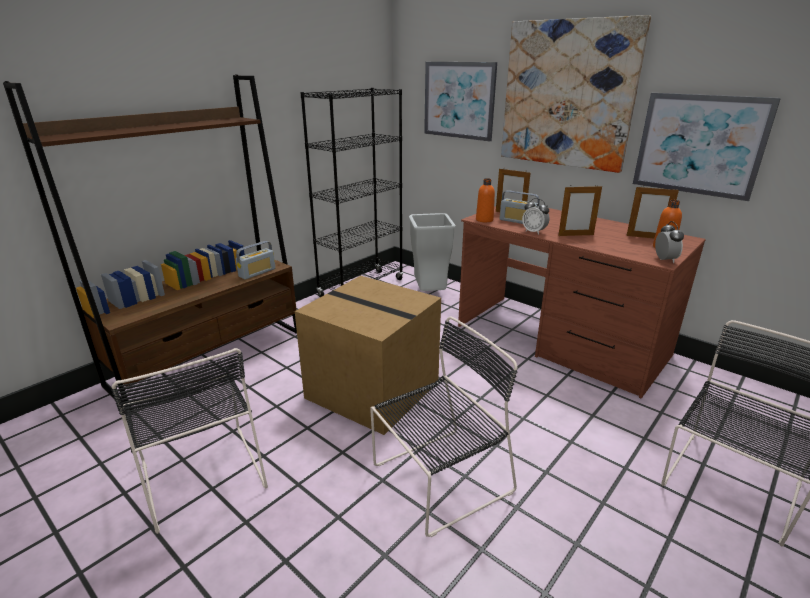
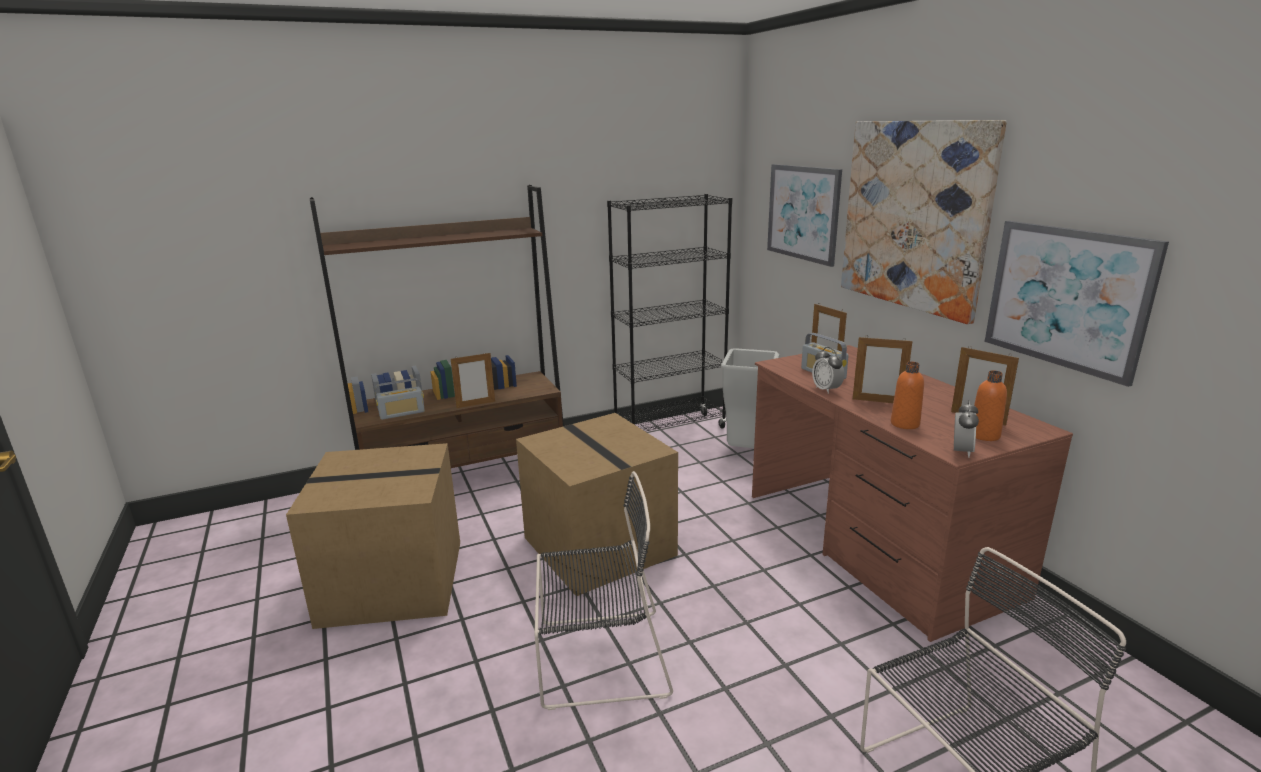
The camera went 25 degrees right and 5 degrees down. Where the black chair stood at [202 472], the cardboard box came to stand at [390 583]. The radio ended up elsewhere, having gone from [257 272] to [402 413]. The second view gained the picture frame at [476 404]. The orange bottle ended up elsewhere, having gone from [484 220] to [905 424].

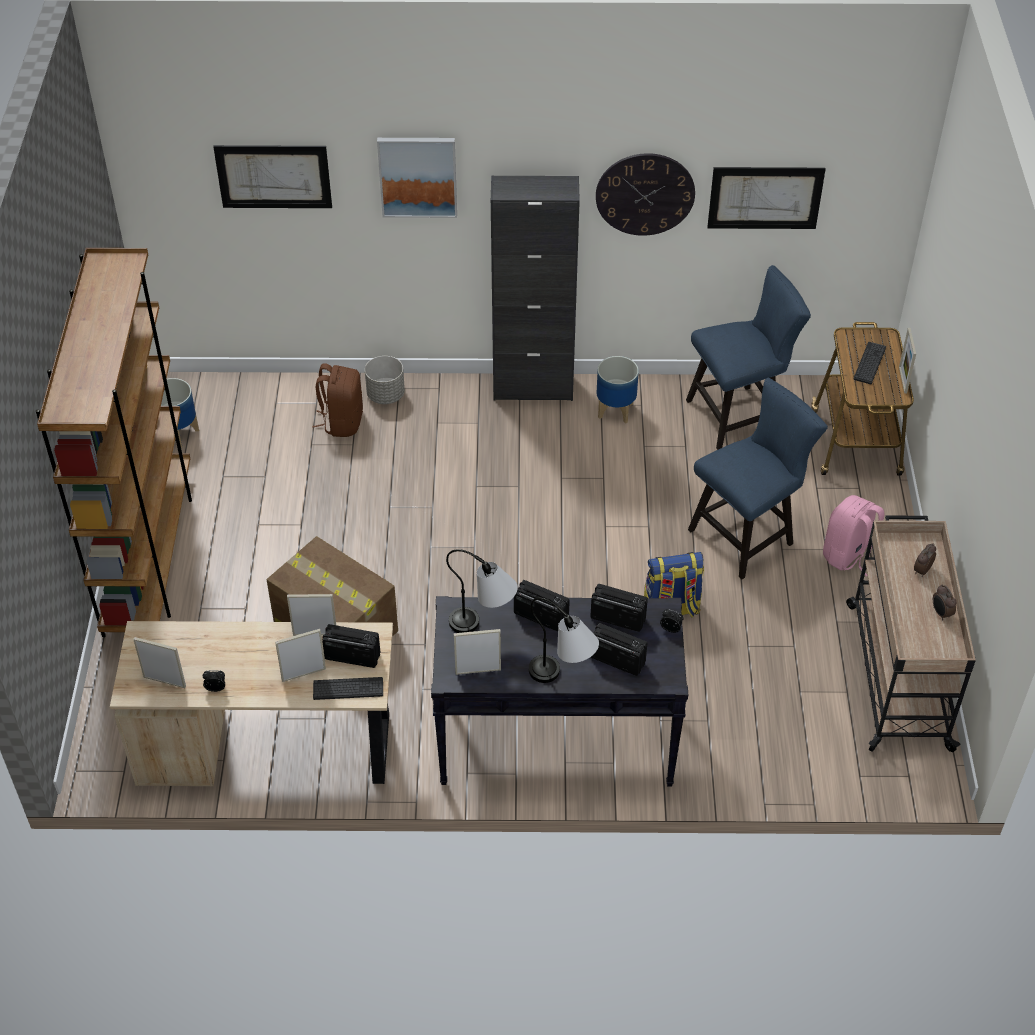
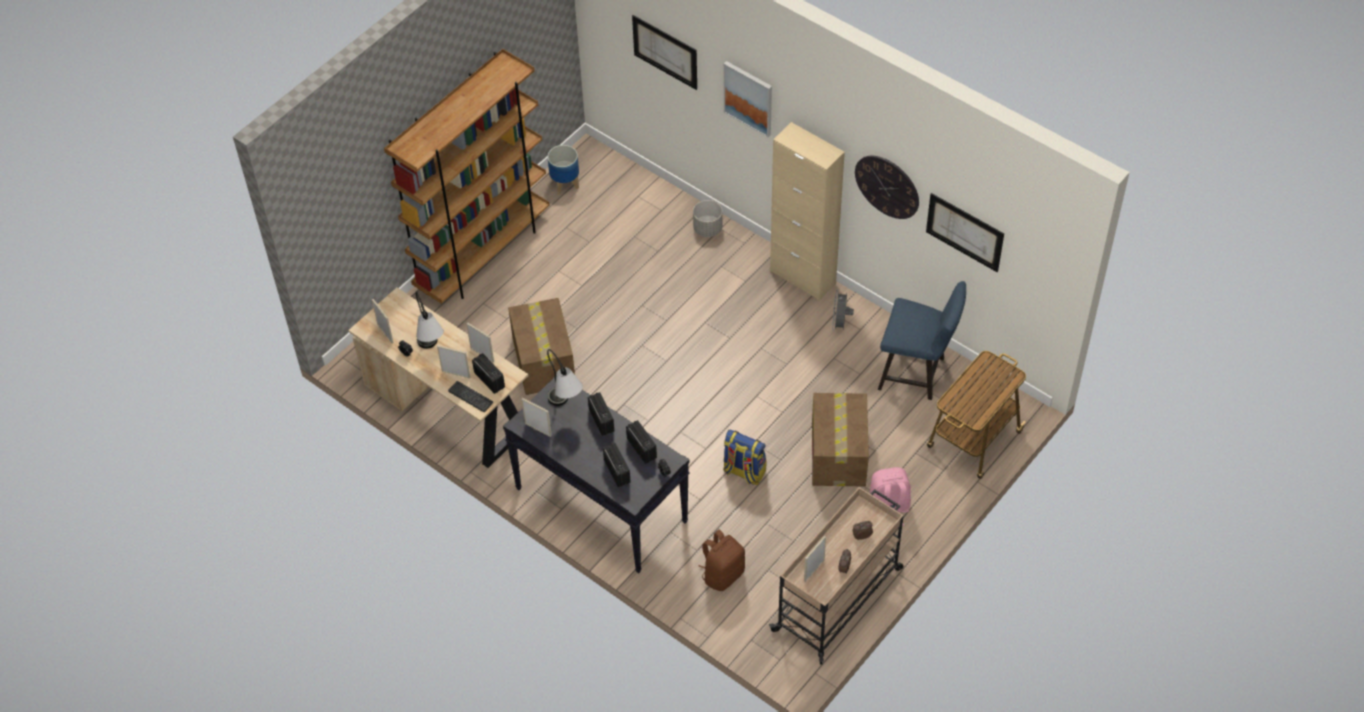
The camera went 40 degrees right and 5 degrees up. The table lamp ended up elsewhere, having gone from [563 679] to [431 351]. The brown backpack ended up elsewhere, having gone from [342 422] to [722 574]. What was the black cabinet at [533 388] turned into the beige cabinet at [802 277]. The picture frame ended up elsewhere, having gone from [902 380] to [814 570]. Where the blue chair stood at [747 535], the cardboard box came to stand at [838 455]. Where the planter stood at [616 411], the grey fan came to stand at [840 324]. The second view lost the keyboard at [869 363].

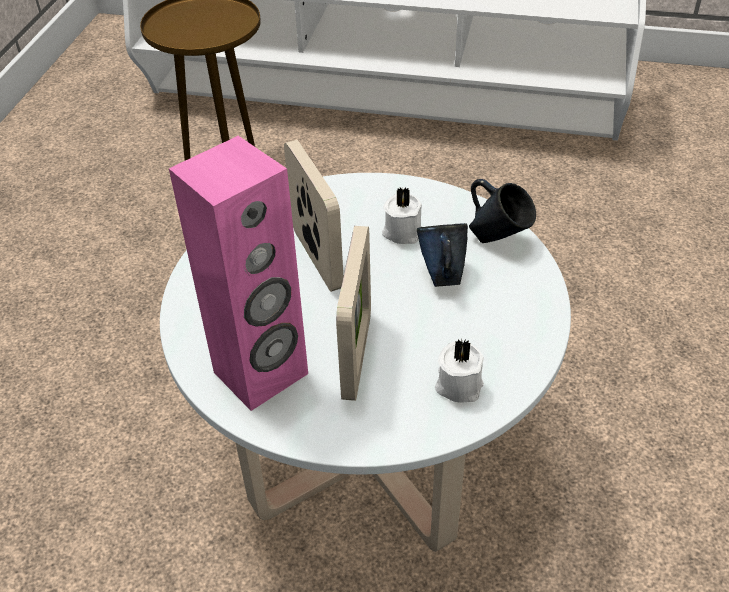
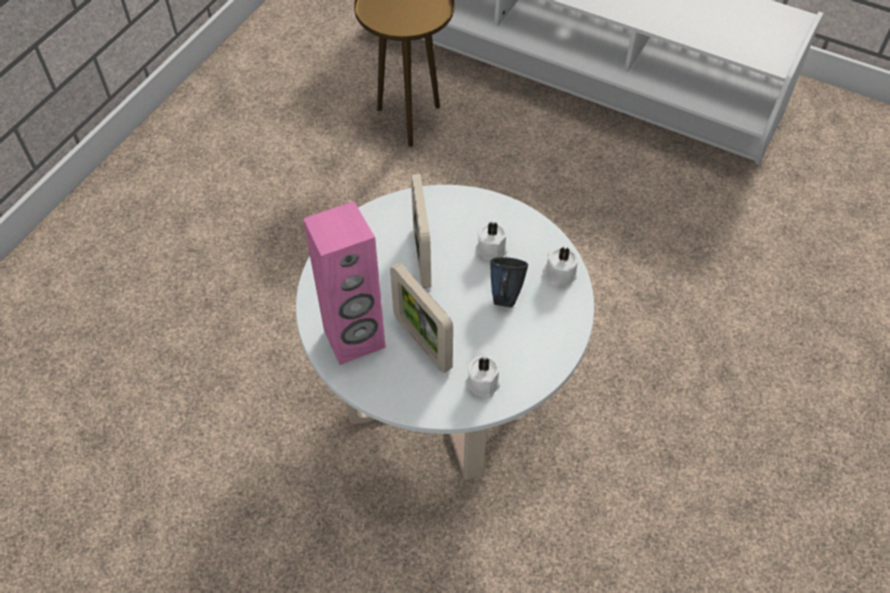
The camera went 15 degrees right and 10 degrees up. The picture frame at [357 356] ended up facing another way, 120 degrees clockwise from before. Where the blue mug stood at [498 240], the white candle came to stand at [559 274].

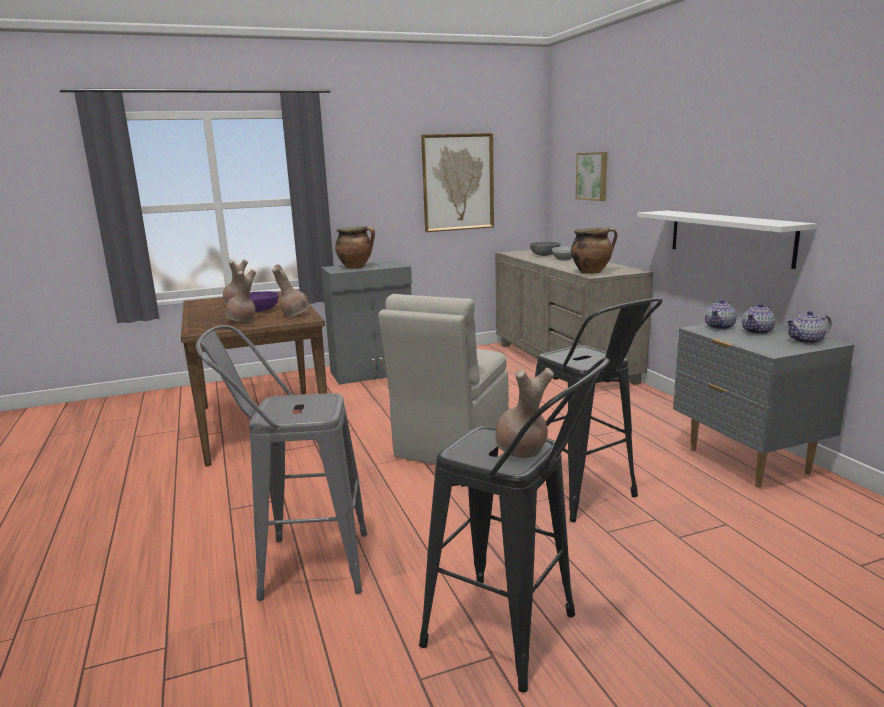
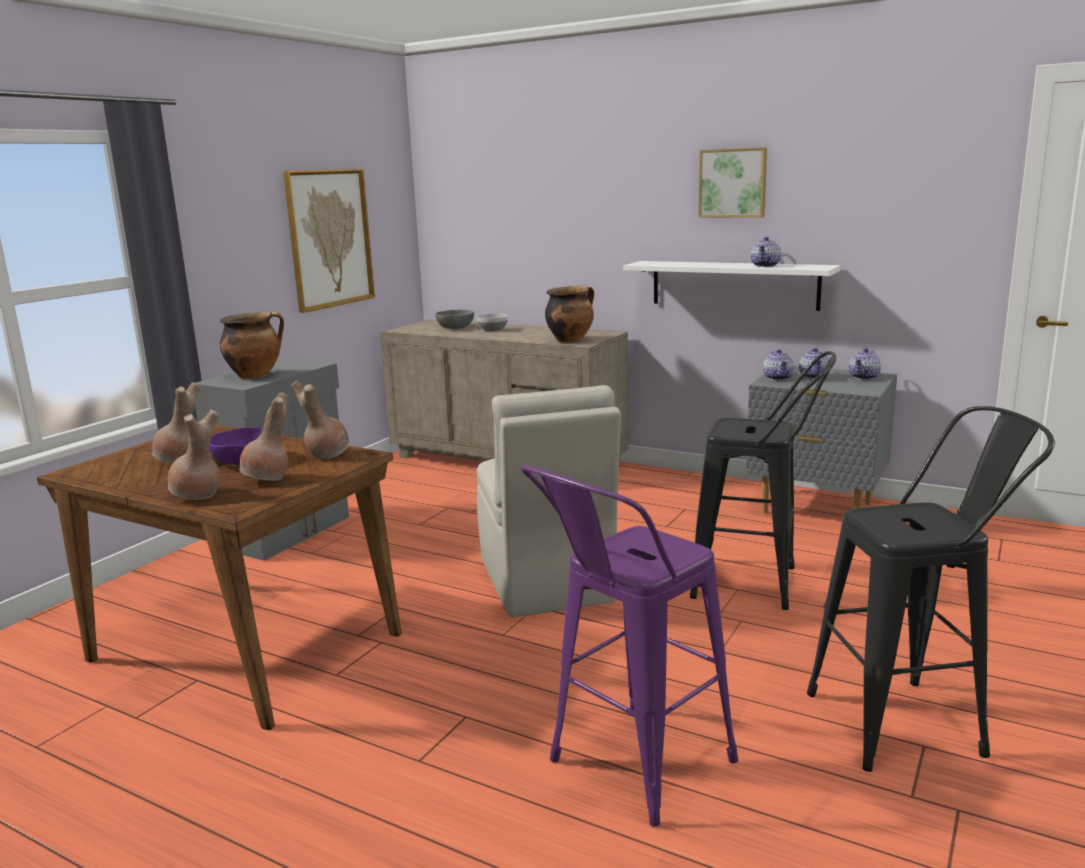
The camera went 40 degrees left and 0 degrees up. The brown vase ended up elsewhere, having gone from [521 452] to [197 496]. What was the grey stool at [301 565] turned into the purple stool at [629 770]. The picture ended up elsewhere, having gone from [593 176] to [733 183]. The second view gained the teapot at [765 266].

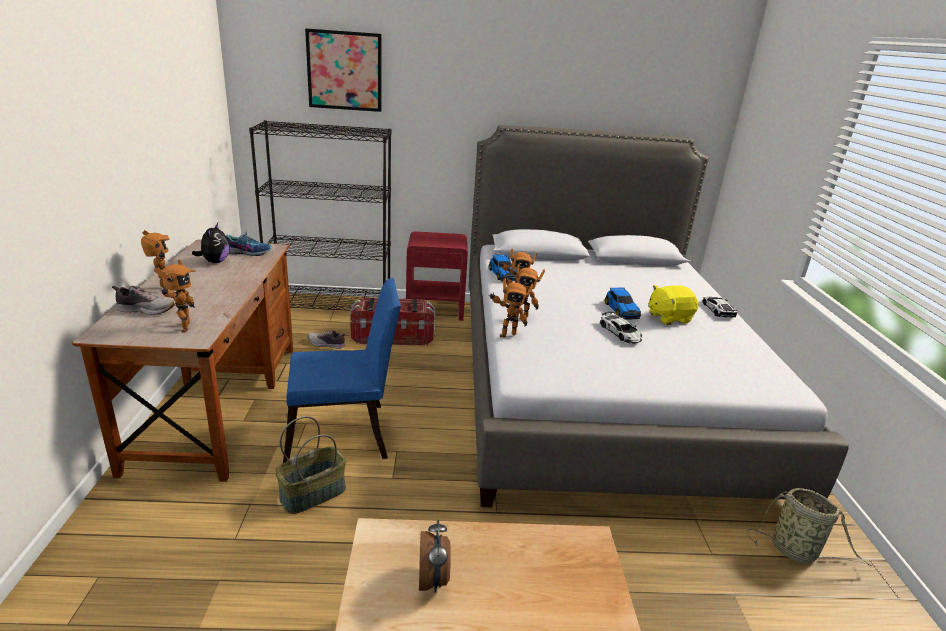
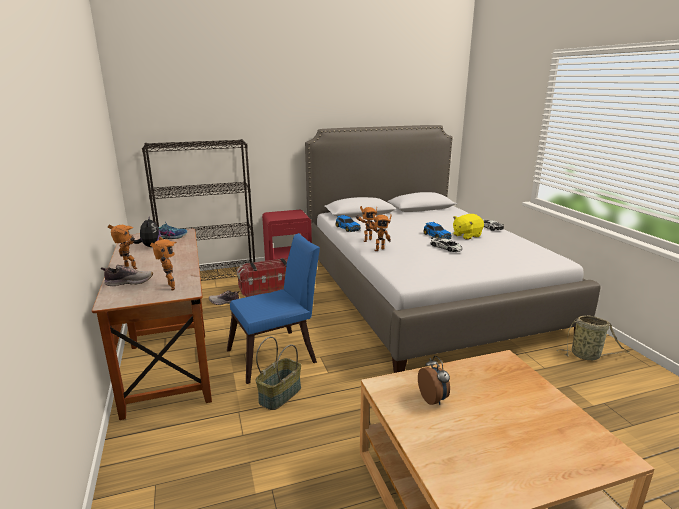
The camera went 15 degrees left and 5 degrees down. The second view lost the picture at [345 70]. The second view lost the toy robot at [506 334].

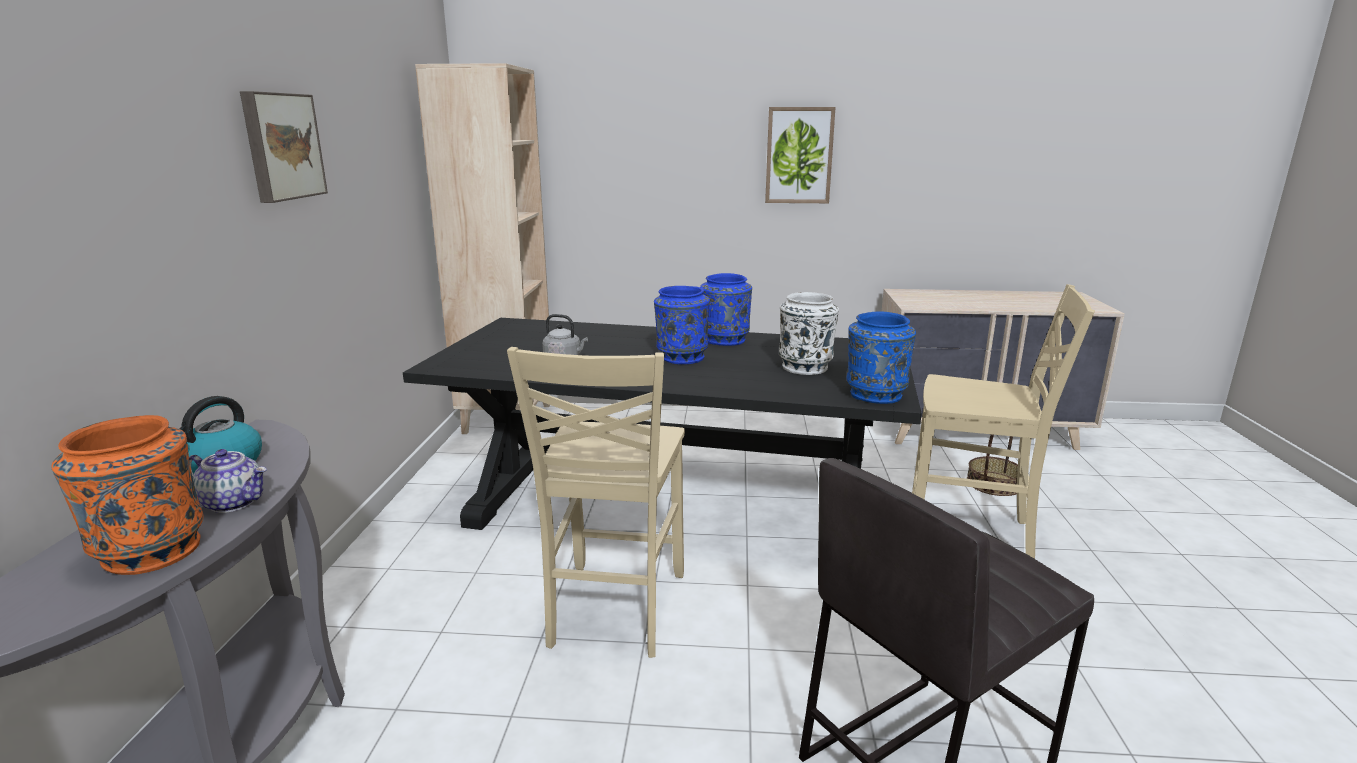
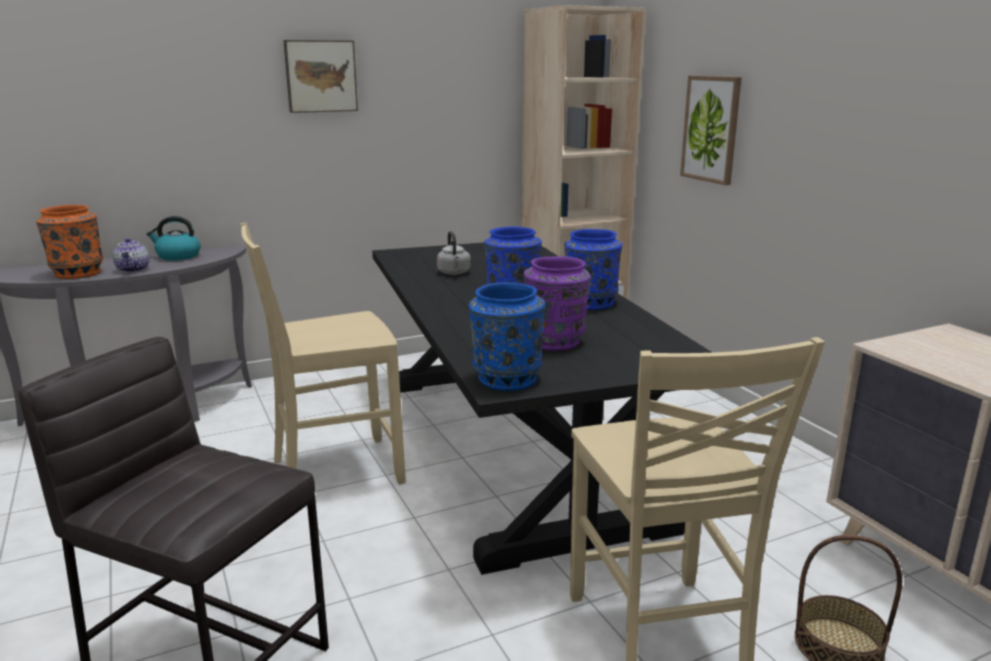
The camera went 60 degrees right and 0 degrees up. What was the white vase at [805 367] turned into the purple vase at [555 341]. The picture ended up elsewhere, having gone from [799 155] to [711 129].

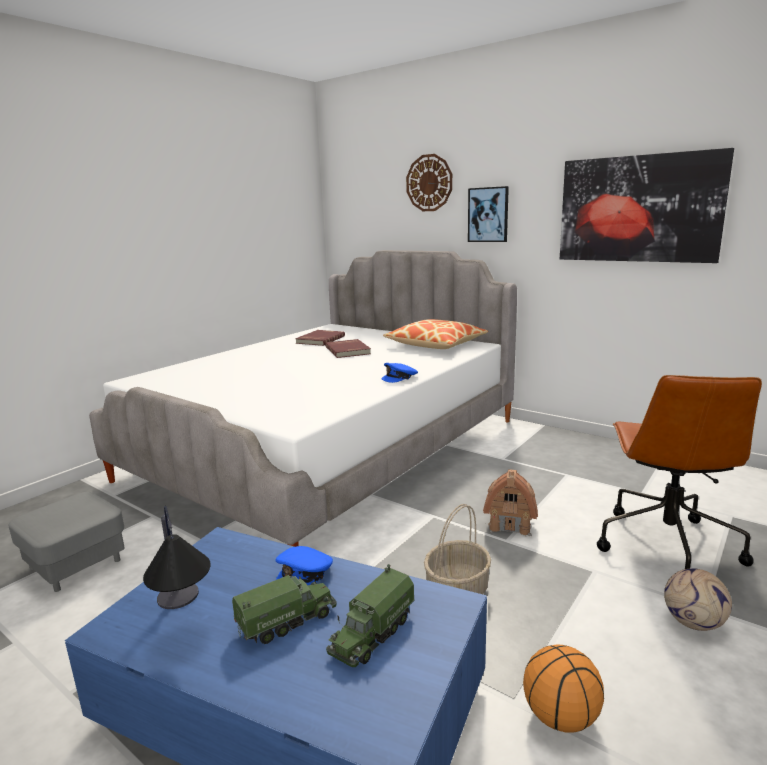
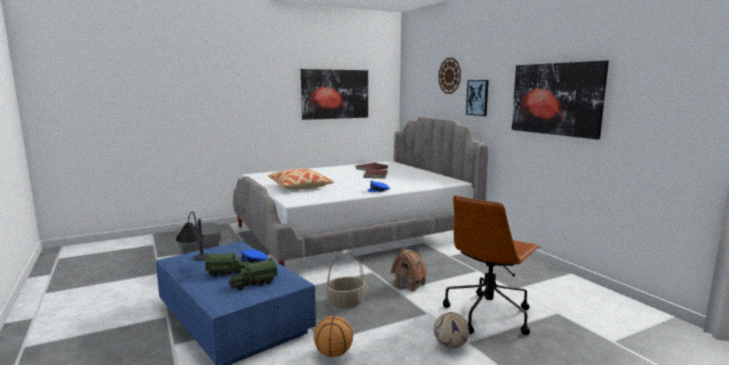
The camera went 25 degrees right and 5 degrees down. The pillow ended up elsewhere, having gone from [436 345] to [300 186]. The second view gained the picture at [335 94].

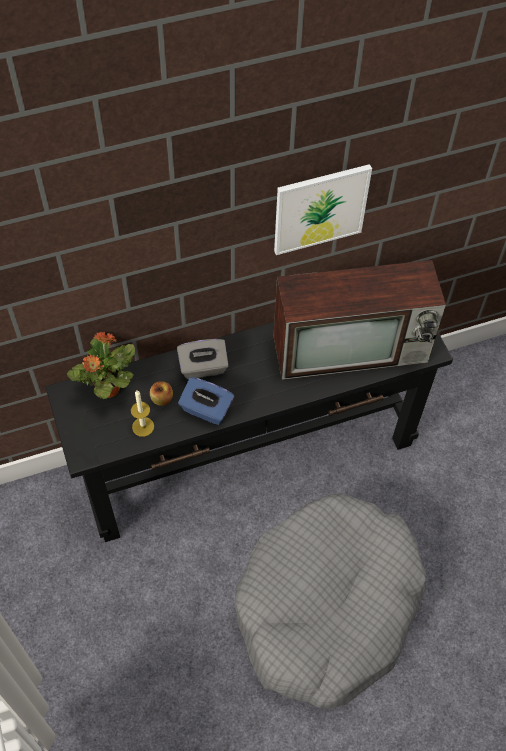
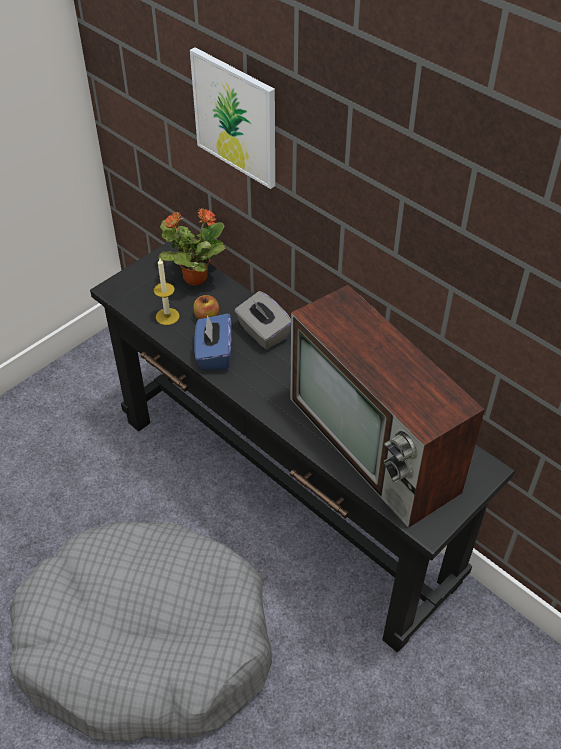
The camera went 65 degrees right and 10 degrees down. The picture ended up elsewhere, having gone from [320 208] to [235 117].

